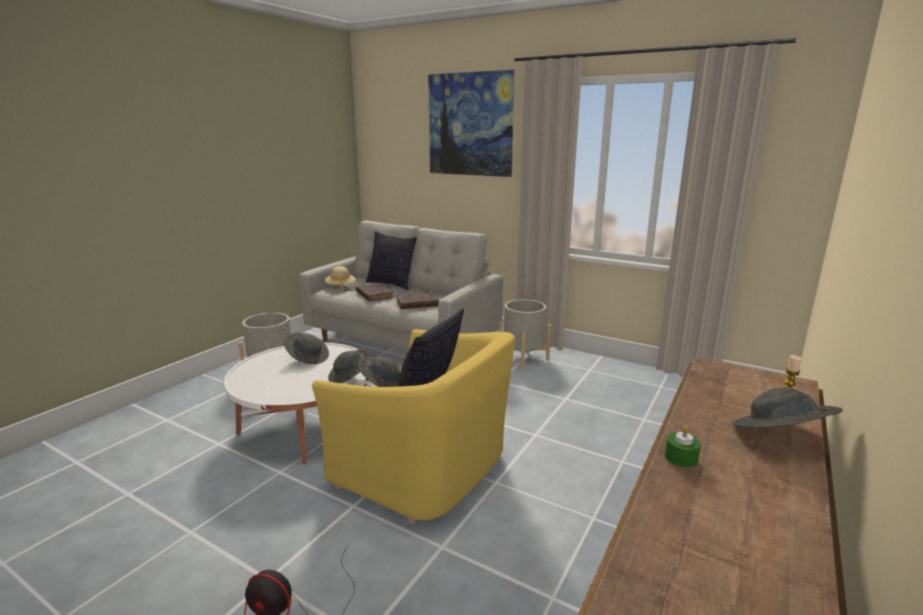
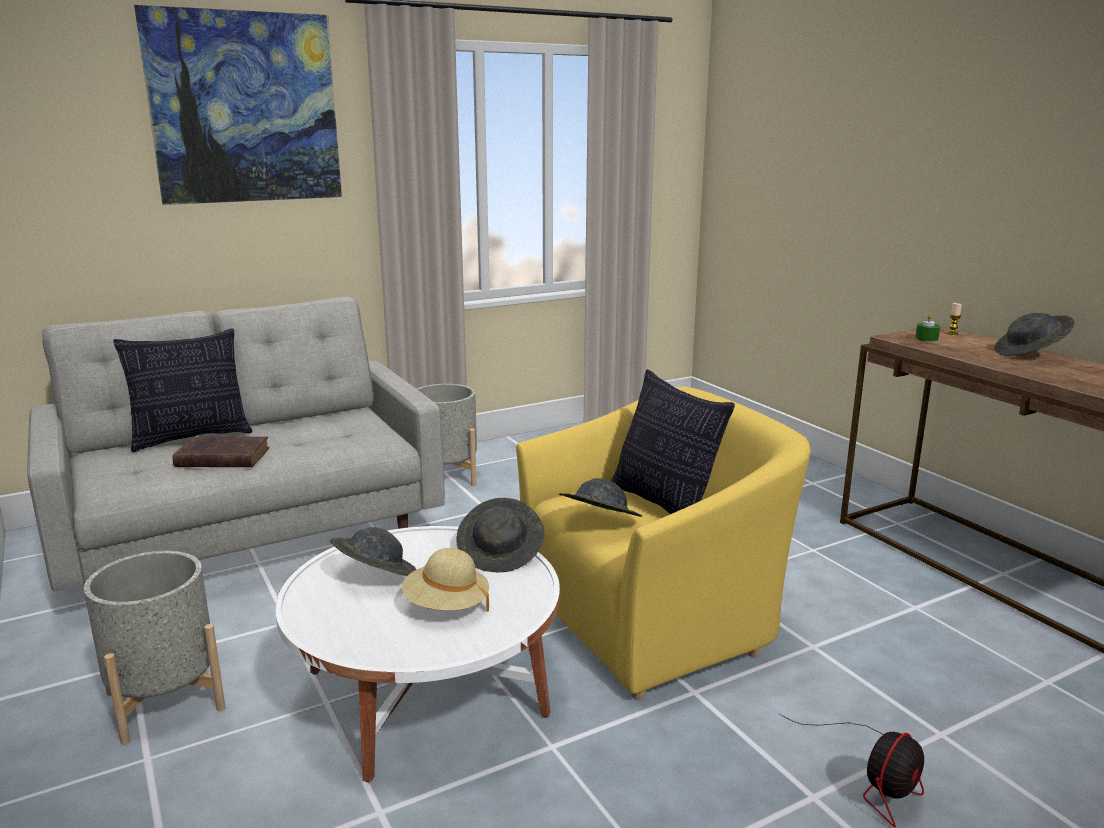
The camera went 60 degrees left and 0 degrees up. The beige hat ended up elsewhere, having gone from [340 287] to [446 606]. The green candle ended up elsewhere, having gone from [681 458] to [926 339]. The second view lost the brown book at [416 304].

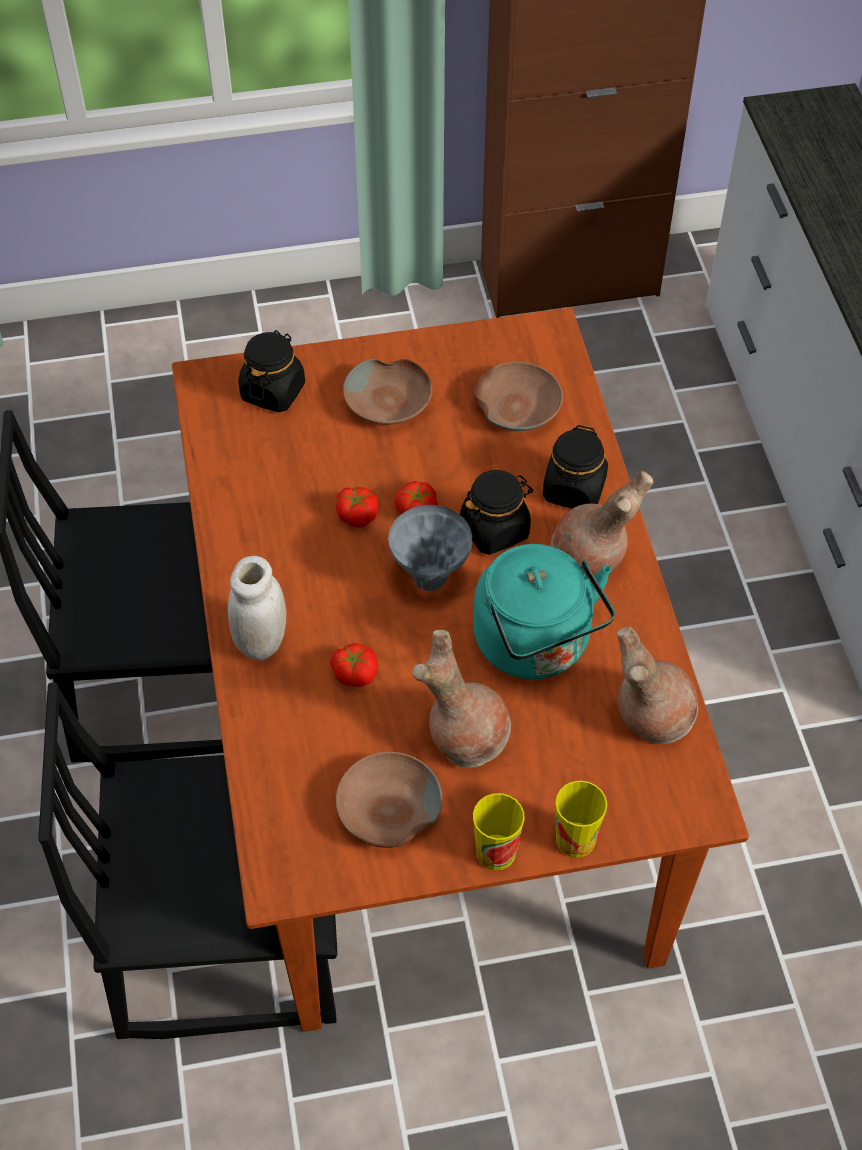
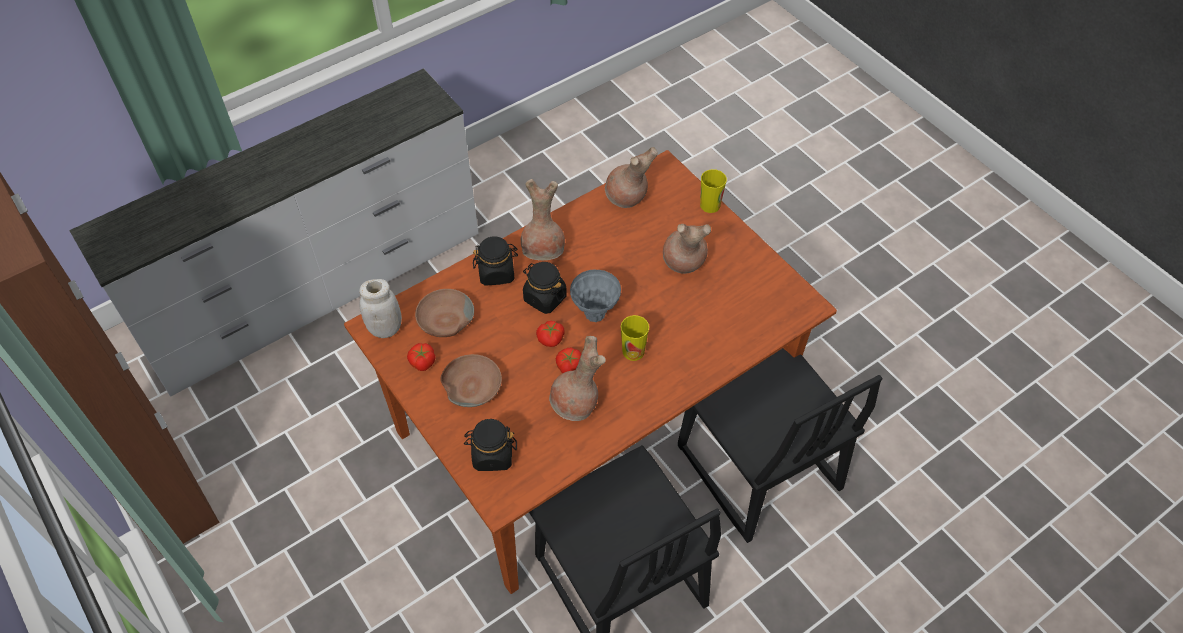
The camera went 115 degrees left and 0 degrees up. The white jar ended up elsewhere, having gone from [261 641] to [385 328]. The tomato ended up elsewhere, having gone from [355 672] to [422 362]. The second view gained the brown vase at [576 405]. The cup ended up elsewhere, having gone from [496 852] to [633 351]. The second view lost the brown bowl at [386 810]. The second view lost the turquoise kettle at [536 646].

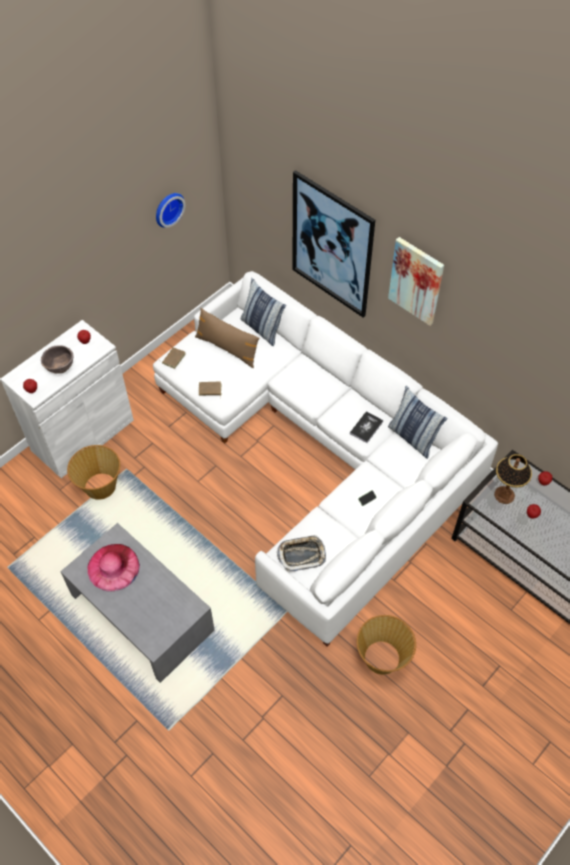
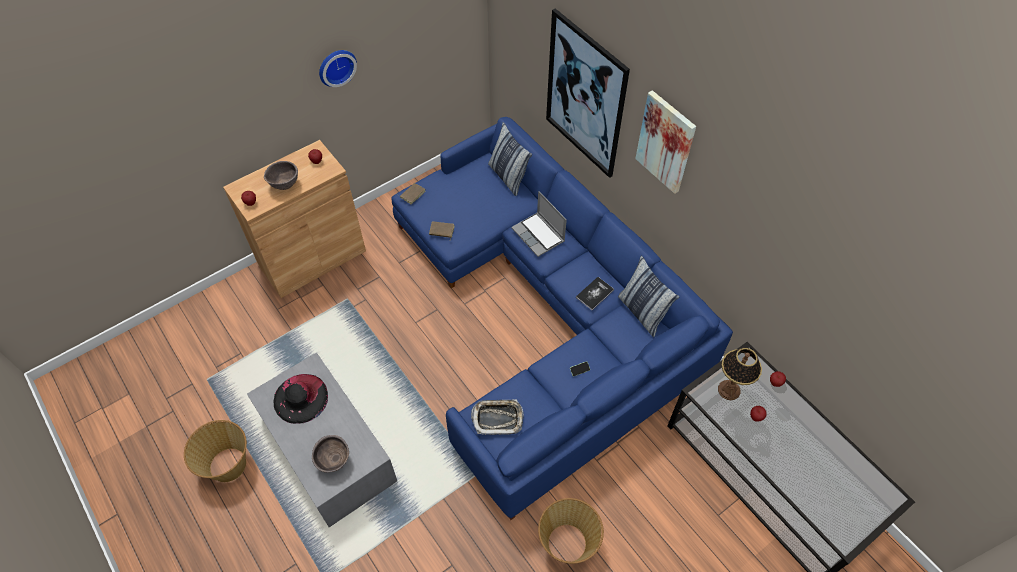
The camera went 10 degrees right and 0 degrees up. The basket ended up elsewhere, having gone from [100 486] to [228 464]. What was the white cabinet at [82 435] turned into the brown cabinet at [312 258]. What was the pink hat at [113 567] turned into the black hat at [301 398]. The second view gained the brown bowl at [333 461]. The wall clock ended up elsewhere, having gone from [168 208] to [336 66]. What was the white sofa at [320 452] turned into the blue sofa at [547 313]. The second view gained the laptop at [539 235]. The second view lost the brown pillow at [227 348].

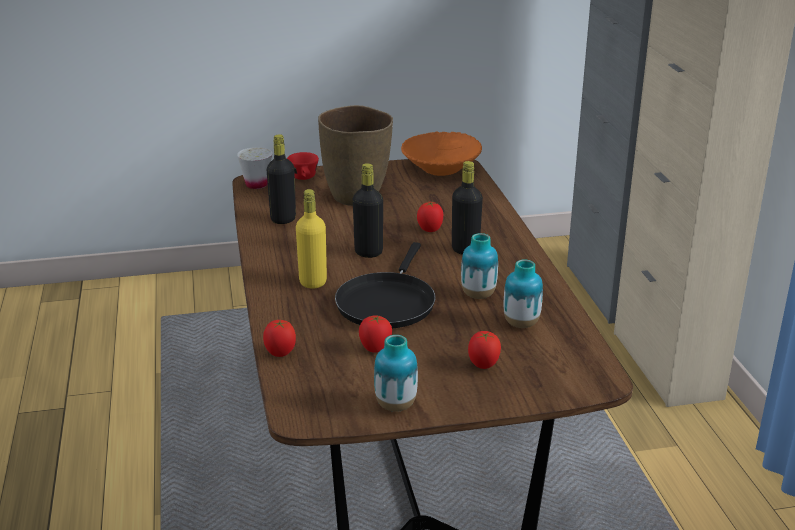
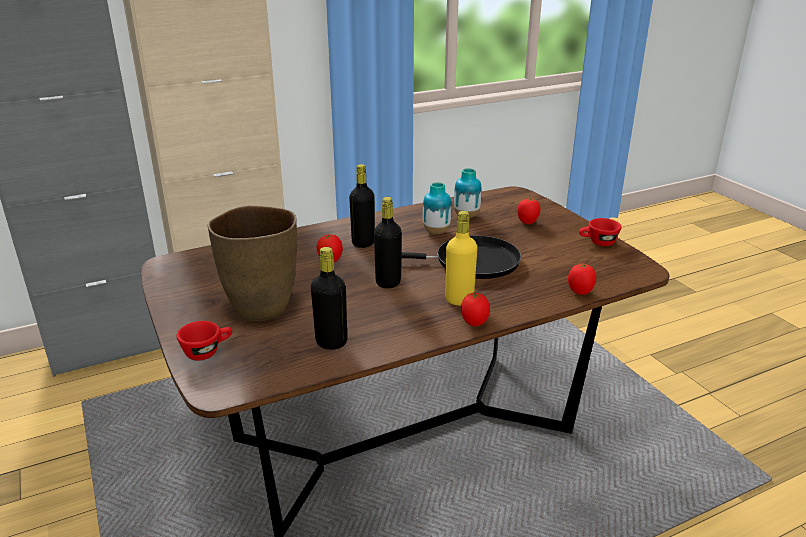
The camera went 105 degrees left and 0 degrees up. The tomato ended up elsewhere, having gone from [375 349] to [474 323]. Where the vase stood at [395 405], the red cup came to stand at [597 243]. The second view lost the white cup at [256 184]. The second view lost the orange bowl at [441 169].

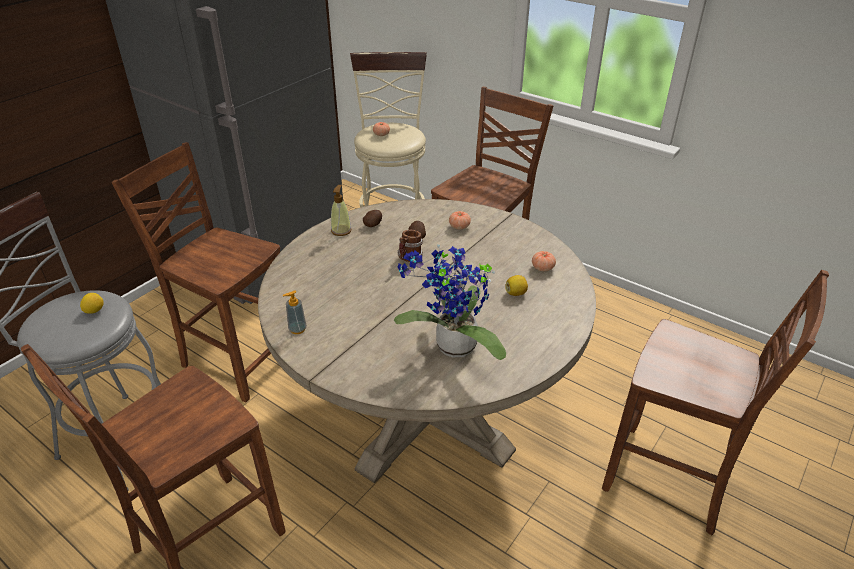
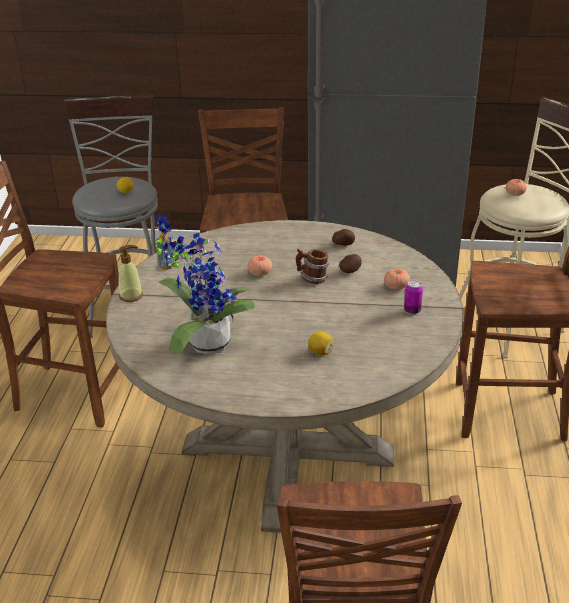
The camera went 60 degrees right and 5 degrees down. The soap dispenser ended up elsewhere, having gone from [341 230] to [131 296]. The tomato ended up elsewhere, having gone from [542 268] to [260 273]. The second view gained the can at [412 311].

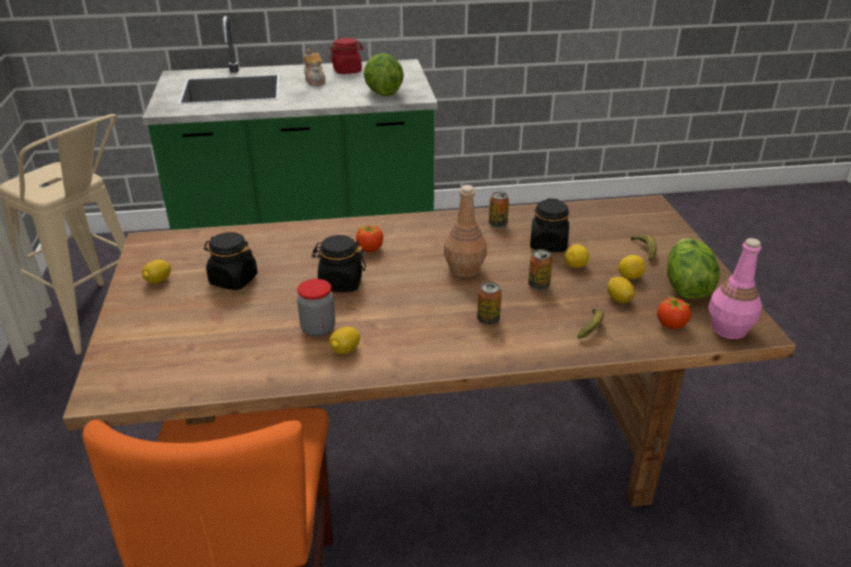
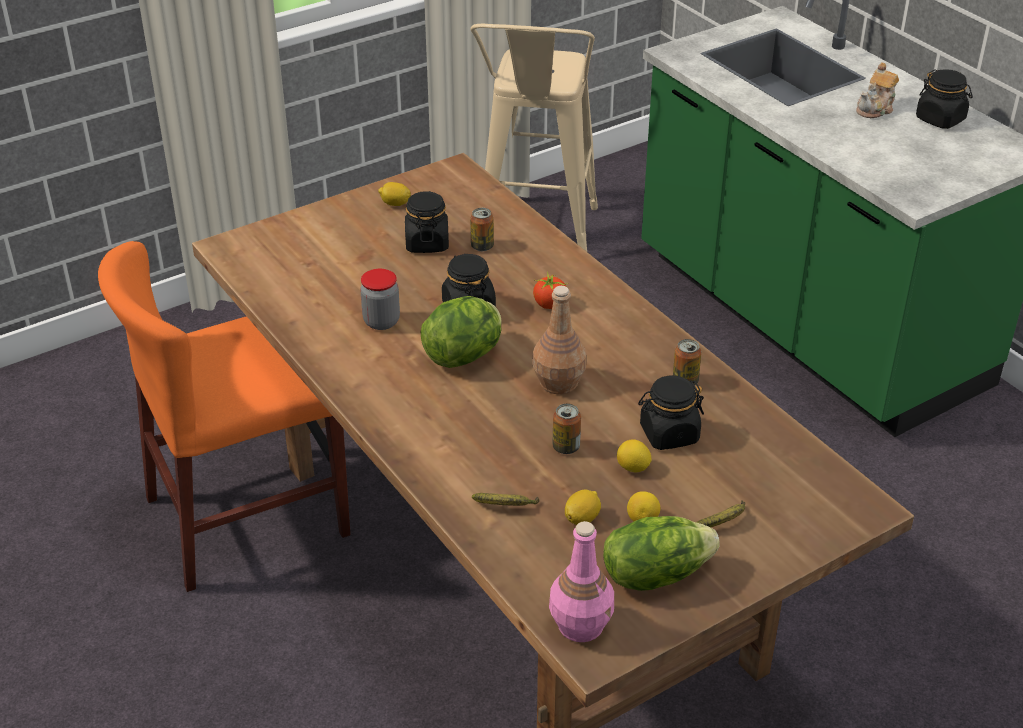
The camera went 65 degrees right and 5 degrees up. The lettuce ended up elsewhere, having gone from [382 93] to [465 355]. The can ended up elsewhere, having gone from [488 319] to [482 246]. What was the red jar at [347 71] turned into the black jar at [940 119]. The second view lost the lemon at [345 350]. The second view lost the tomato at [671 325].

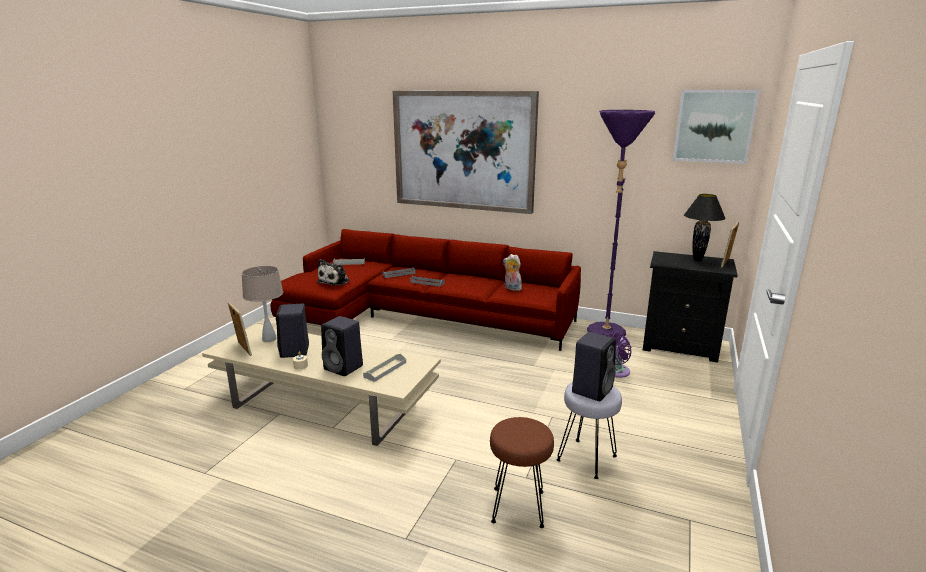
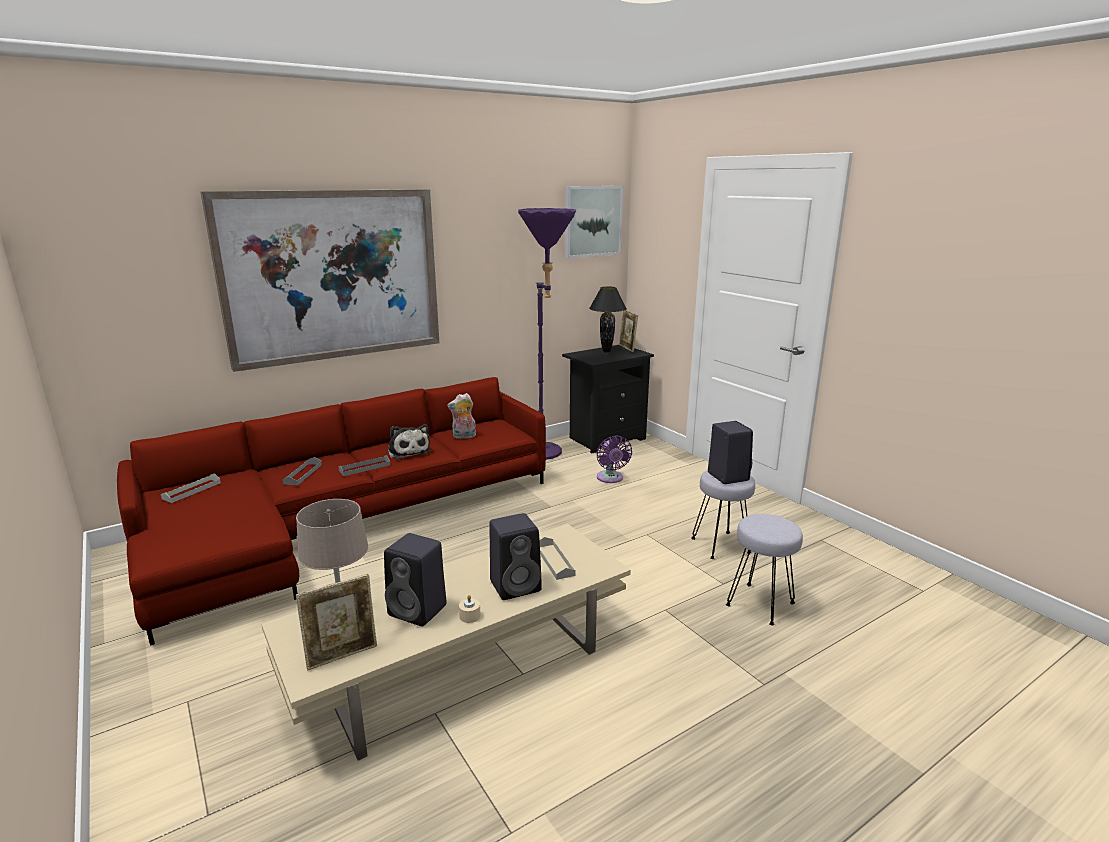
The camera went 55 degrees left and 0 degrees up. The picture frame at [243 349] ended up facing another way, 150 degrees clockwise from before. The plush toy ended up elsewhere, having gone from [335 281] to [408 451]. What was the brown stool at [519 507] turned into the grey stool at [760 603].

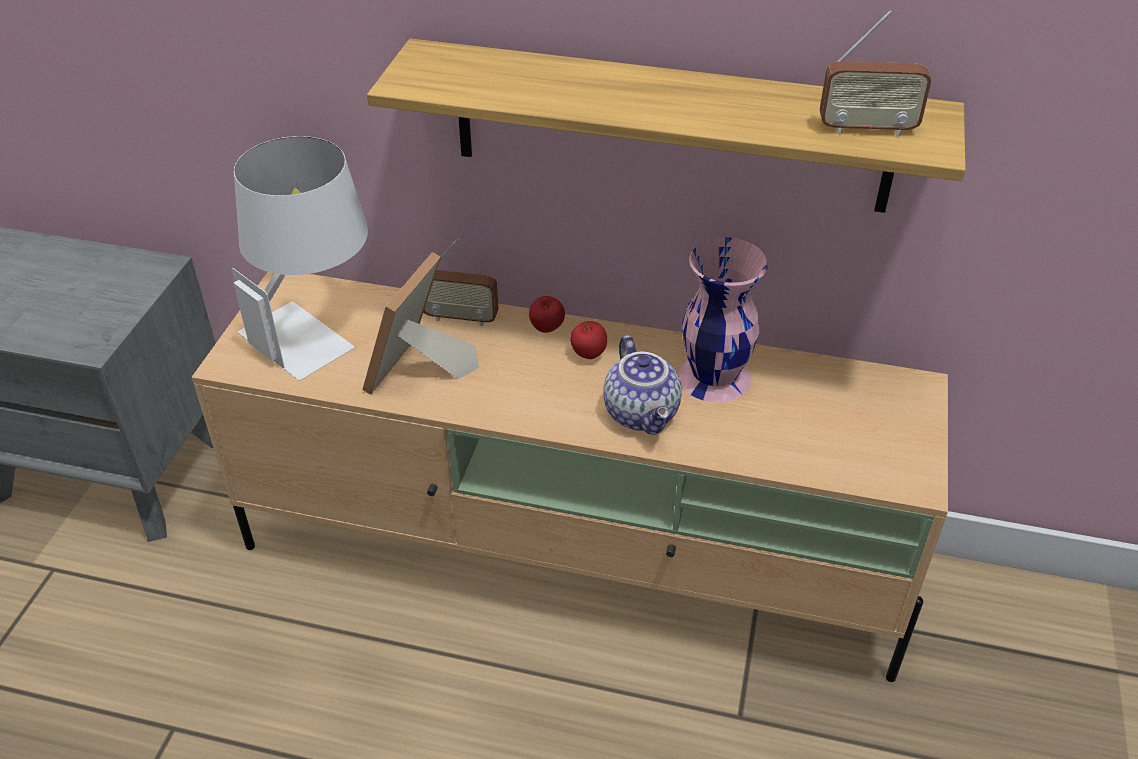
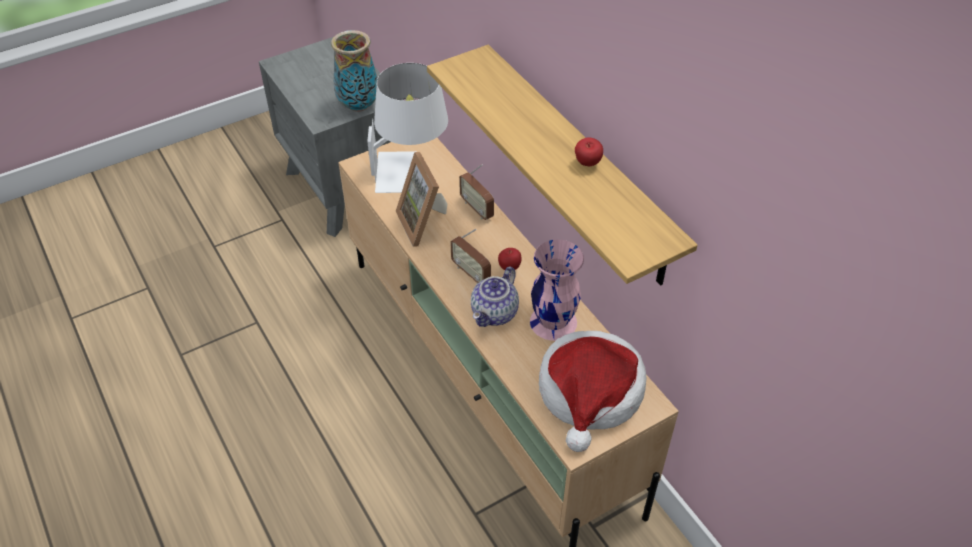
The camera went 45 degrees right and 5 degrees up. The second view gained the vase at [358 106]. The picture frame at [418 373] ended up facing another way, 90 degrees counterclockwise from before. The radio ended up elsewhere, having gone from [867 129] to [471 273]. The second view gained the hat at [590 393]. The apple ended up elsewhere, having gone from [547 330] to [587 164].

